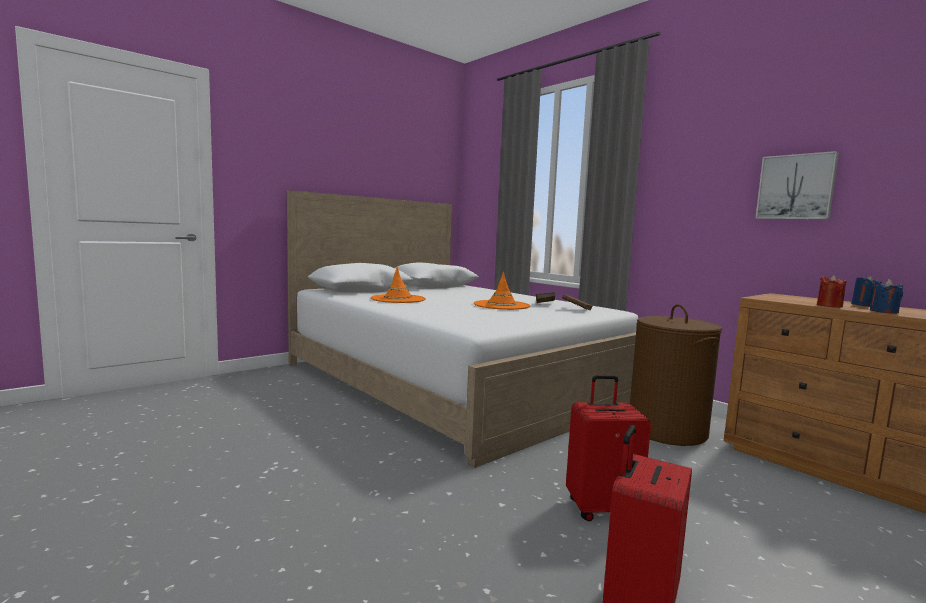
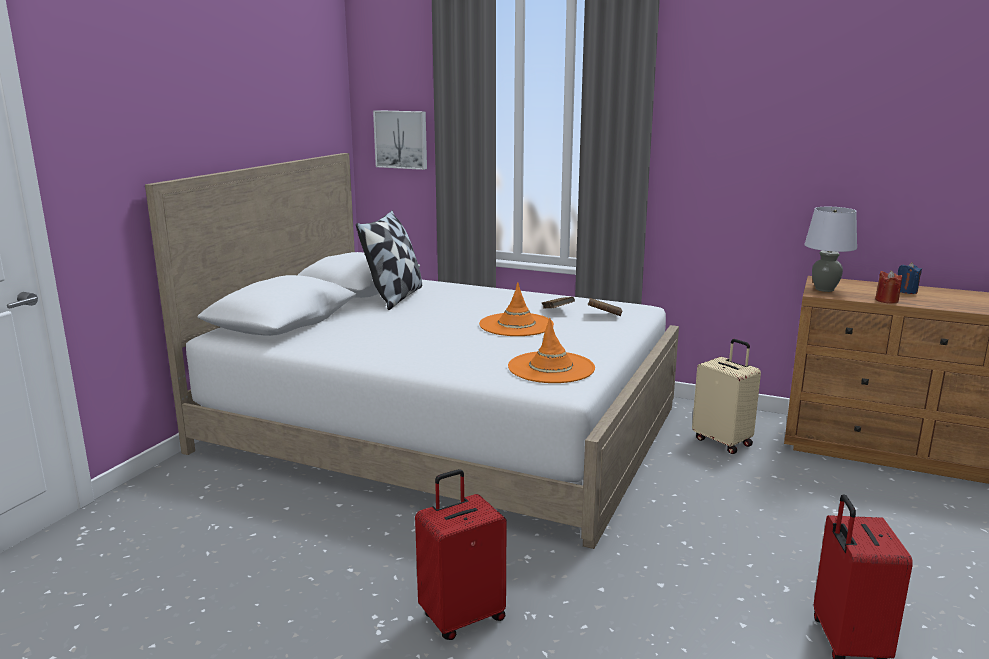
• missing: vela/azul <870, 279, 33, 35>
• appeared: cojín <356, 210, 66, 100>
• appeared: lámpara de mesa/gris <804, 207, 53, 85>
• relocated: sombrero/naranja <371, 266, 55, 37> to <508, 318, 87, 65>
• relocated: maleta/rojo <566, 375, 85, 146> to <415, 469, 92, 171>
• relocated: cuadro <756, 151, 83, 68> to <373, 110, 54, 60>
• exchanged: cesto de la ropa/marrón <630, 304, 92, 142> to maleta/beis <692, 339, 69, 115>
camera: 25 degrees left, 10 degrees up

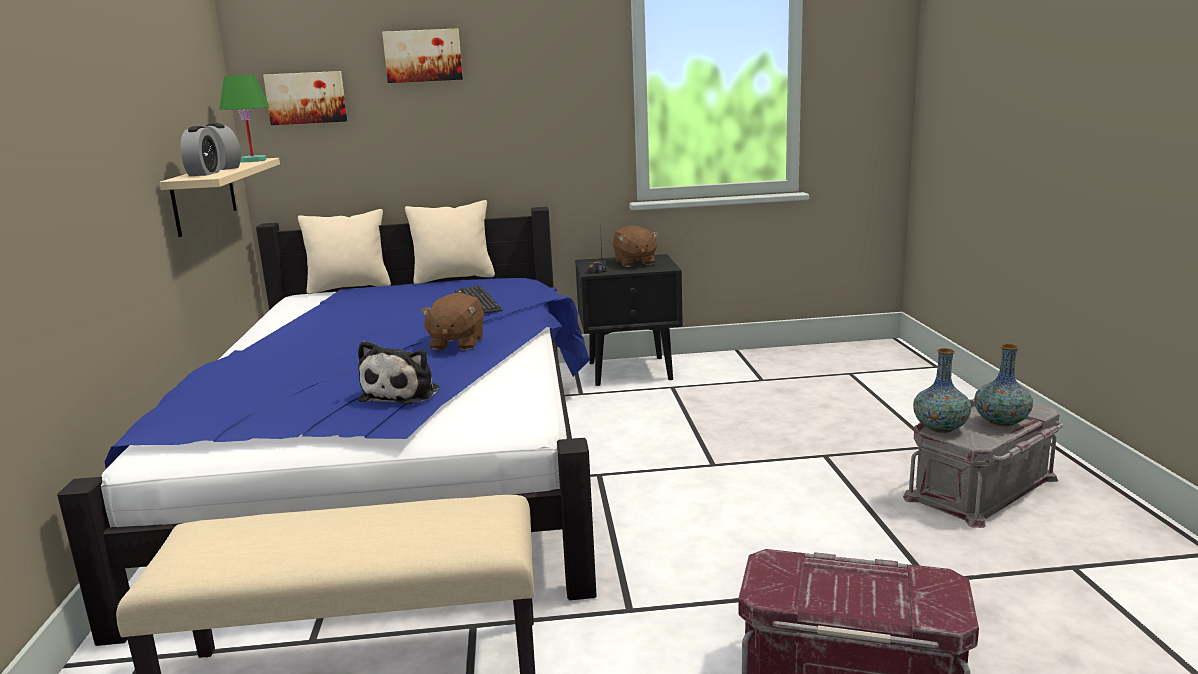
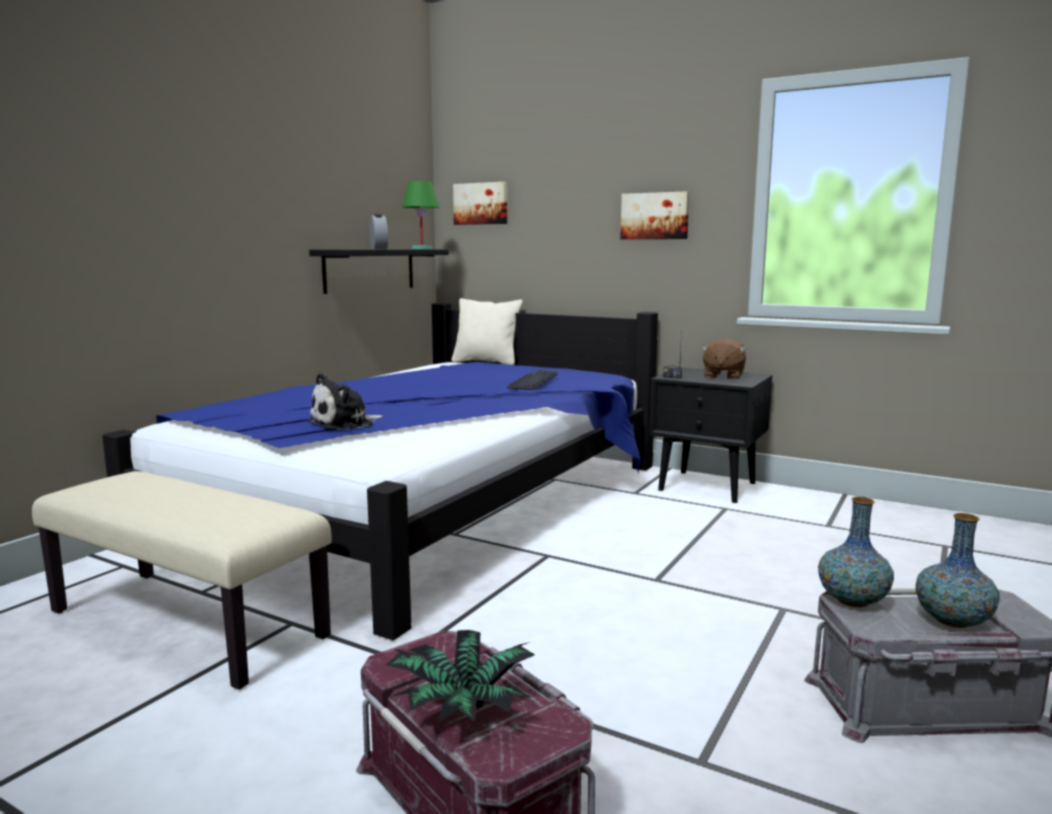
• missing: despertador <181, 126, 40, 50>
• missing: cojín/beis <405, 200, 90, 84>
• missing: peluche/marrón <420, 293, 64, 57>
• appeared: planta en maceta <386, 630, 149, 92>
• relocated: cuadro <382, 28, 81, 55> to <621, 191, 68, 48>
• colour: estante/beis <160, 158, 120, 79> to estante/negro <309, 249, 140, 45>
camera: 35 degrees right, 5 degrees down

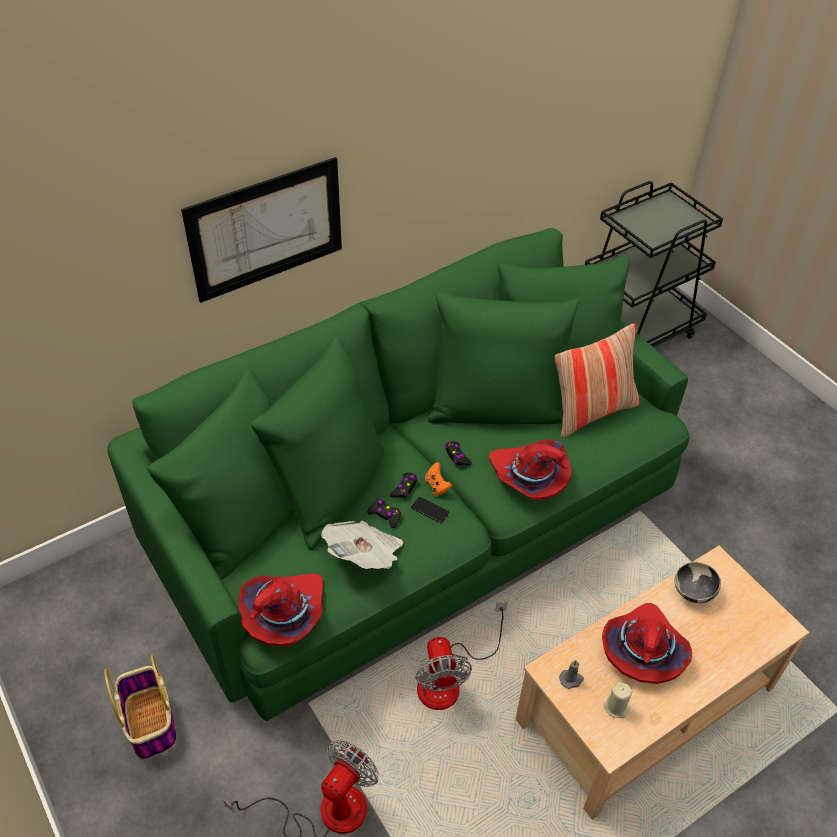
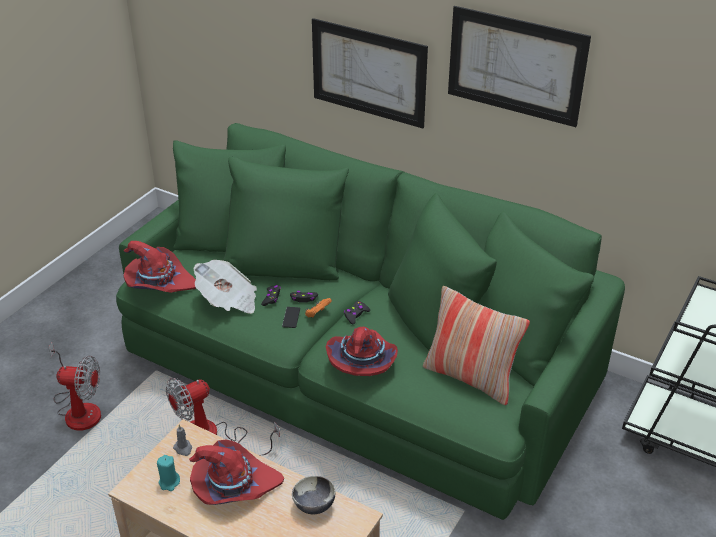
• missing: cesta <104, 655, 73, 105>
• appeared: cuadro <448, 6, 143, 121>
• colour: vela/beis <604, 682, 29, 36> to vela/turquesa <157, 455, 23, 36>
camera: 65 degrees right, 10 degrees down

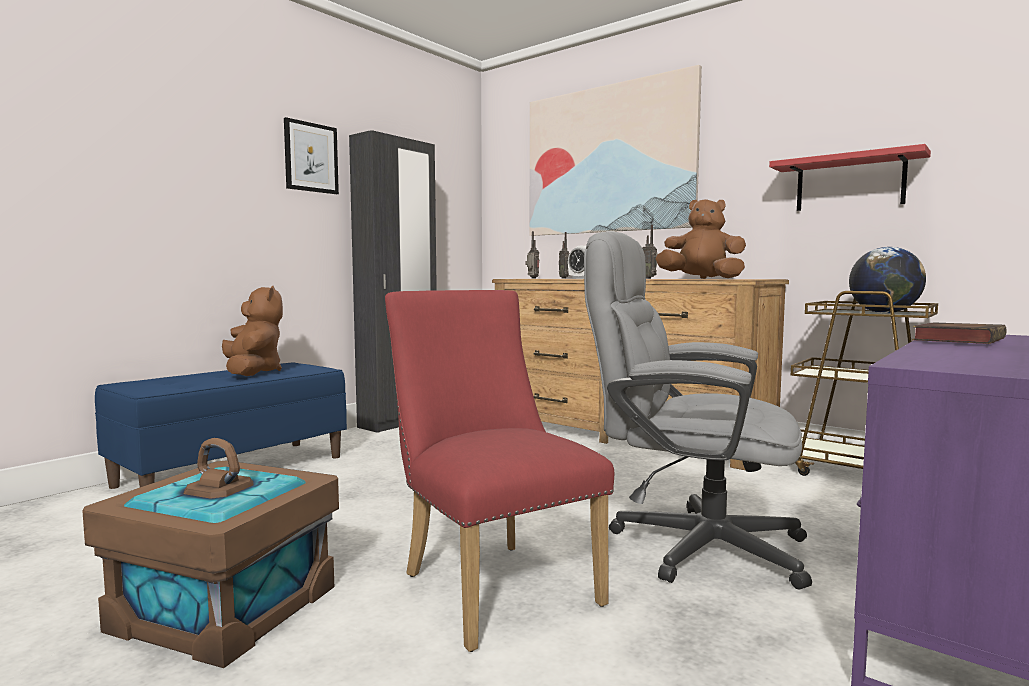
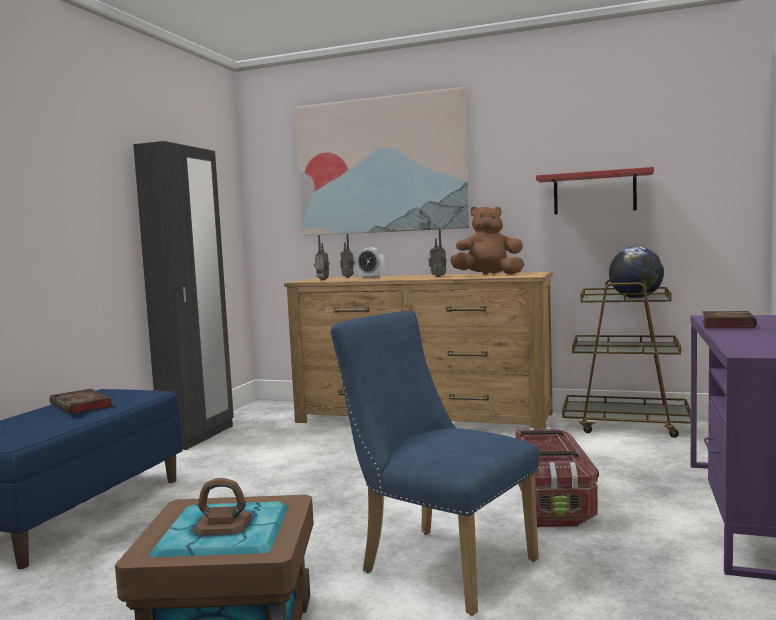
• missing: cuadro <284, 117, 55, 77>
• exchanged: peluche/marrón <222, 286, 61, 90> to libro <50, 389, 63, 26>
• exchanged: silla de oficina/gris <584, 231, 228, 359> to caja de almacenaje <515, 427, 84, 100>
• colour: silla/rojo <385, 290, 229, 362> to silla/azul <330, 311, 209, 305>
camera: 20 degrees left, 0 degrees up

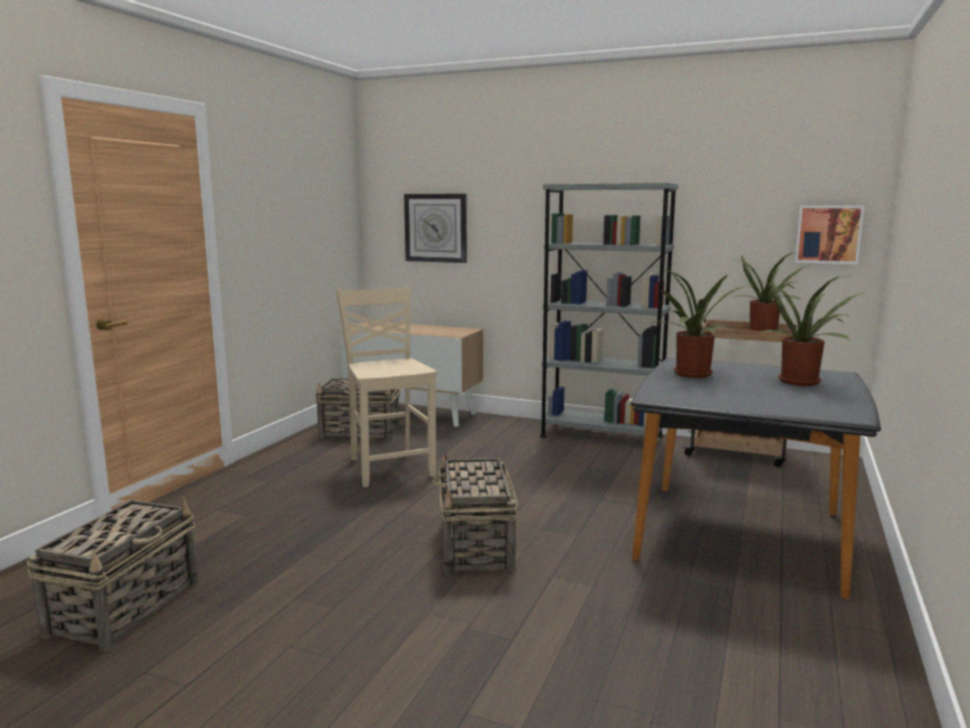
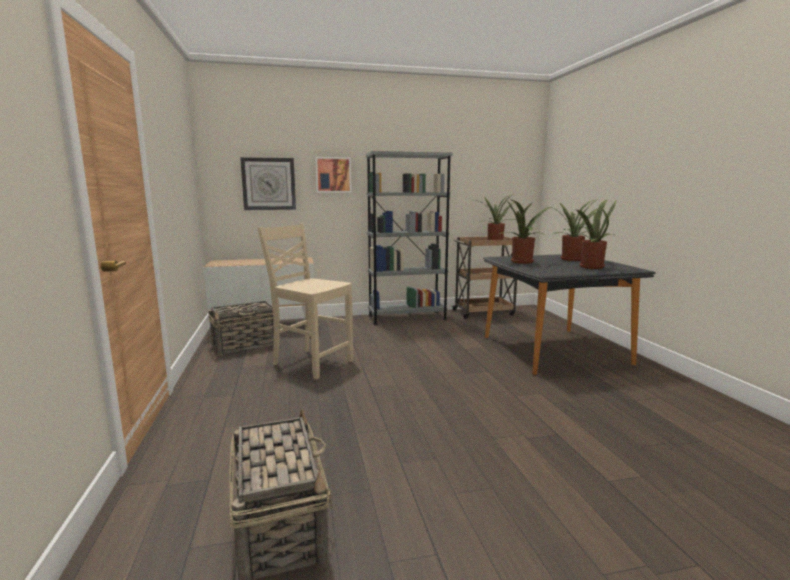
• missing: cesta <433, 453, 85, 122>
• appeared: planta en maceta <571, 199, 46, 70>
• relocated: cuadro <795, 206, 69, 58> to <315, 157, 37, 36>
camera: 35 degrees left, 0 degrees up

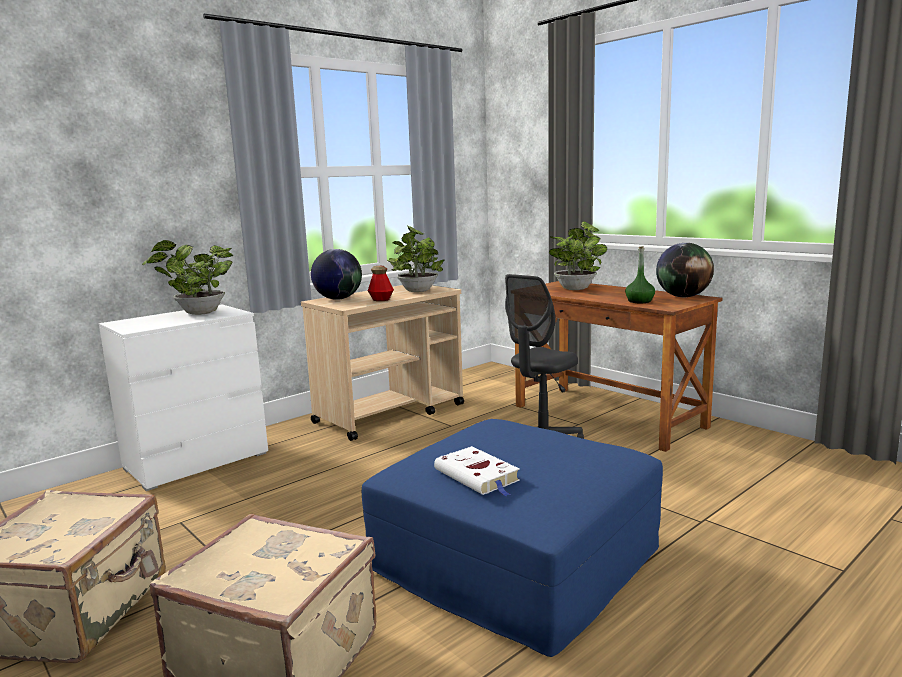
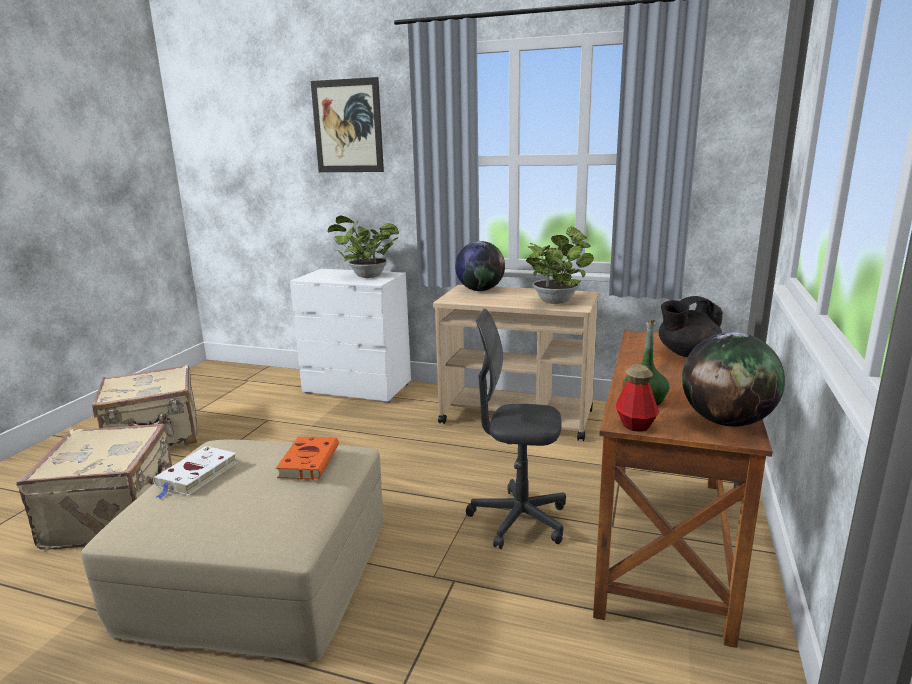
• appeared: libro/naranja <276, 437, 63, 43>
• appeared: cuadro <311, 77, 73, 95>
• relocated: botella <368, 266, 26, 35> to <616, 364, 43, 68>
• exchanged: planta en maceta <549, 221, 58, 69> to tetera/negro <659, 296, 64, 61>
• colour: puf/azul <362, 419, 301, 238> to puf/beis <81, 439, 302, 223>
camera: 60 degrees right, 5 degrees up

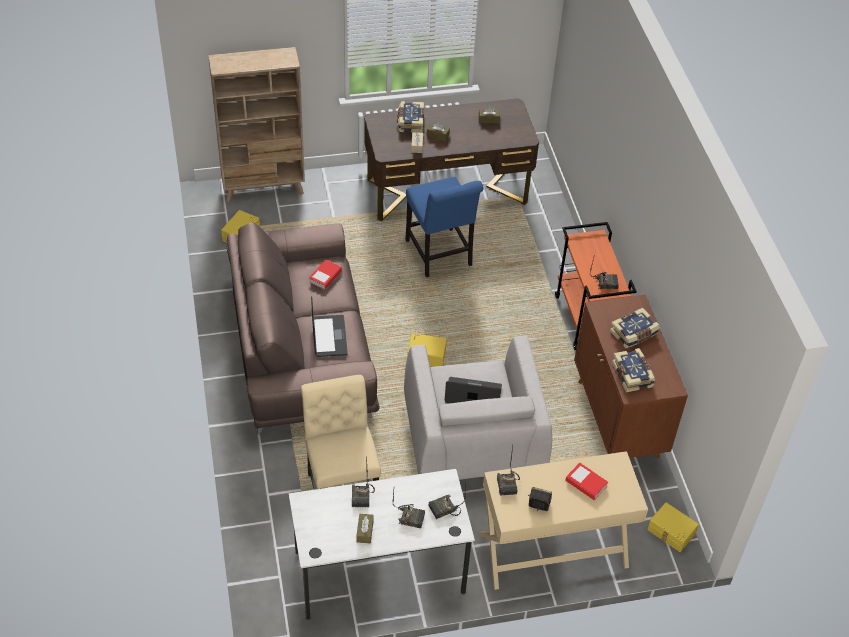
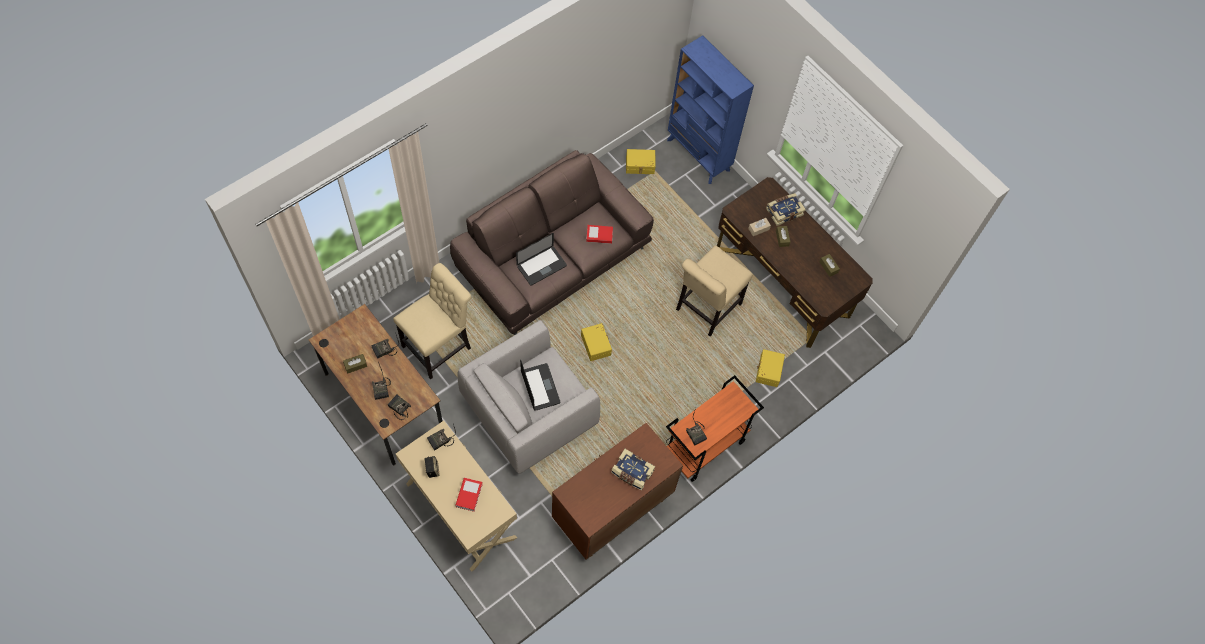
• missing: libro <612, 348, 43, 44>
• relocated: caja de almacenaje/amarillo <647, 502, 52, 50> to <756, 349, 29, 38>
• colour: estantería/beis <208, 47, 97, 156> to estantería/azul <667, 35, 87, 149>
• colour: escritorio/blanco <289, 469, 186, 151> to escritorio/marrón <309, 304, 134, 161>
• colour: silla/azul <405, 177, 79, 101> to silla/beis <676, 245, 77, 91>
camera: 60 degrees right, 15 degrees up

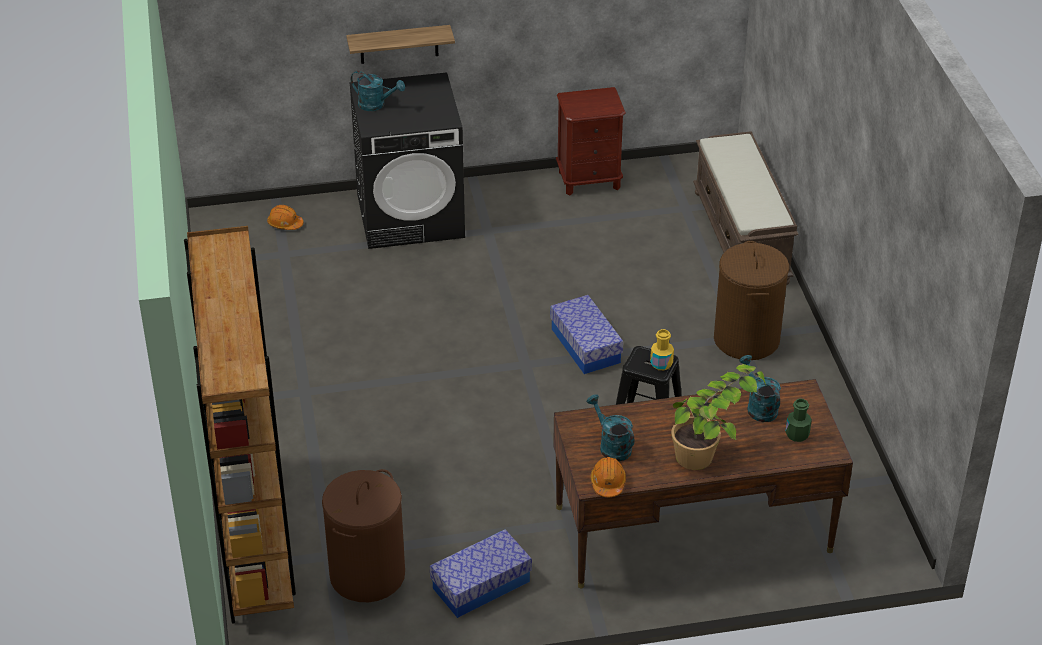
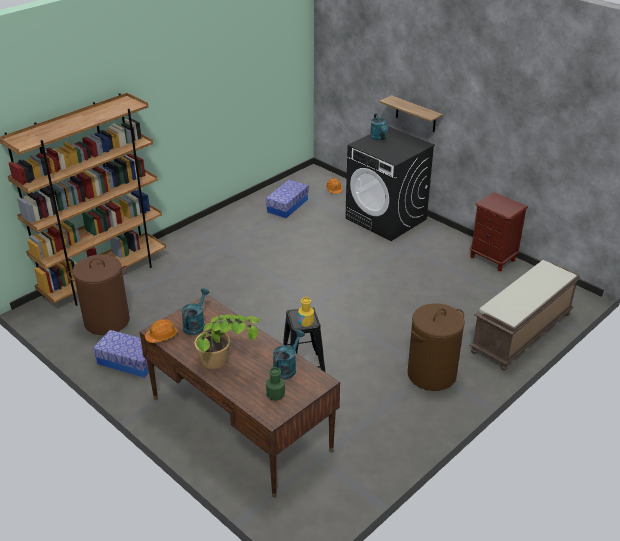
• relocated: caja de almacenaje <550, 295, 73, 79> to <266, 180, 43, 38>
camera: 55 degrees right, 5 degrees down

